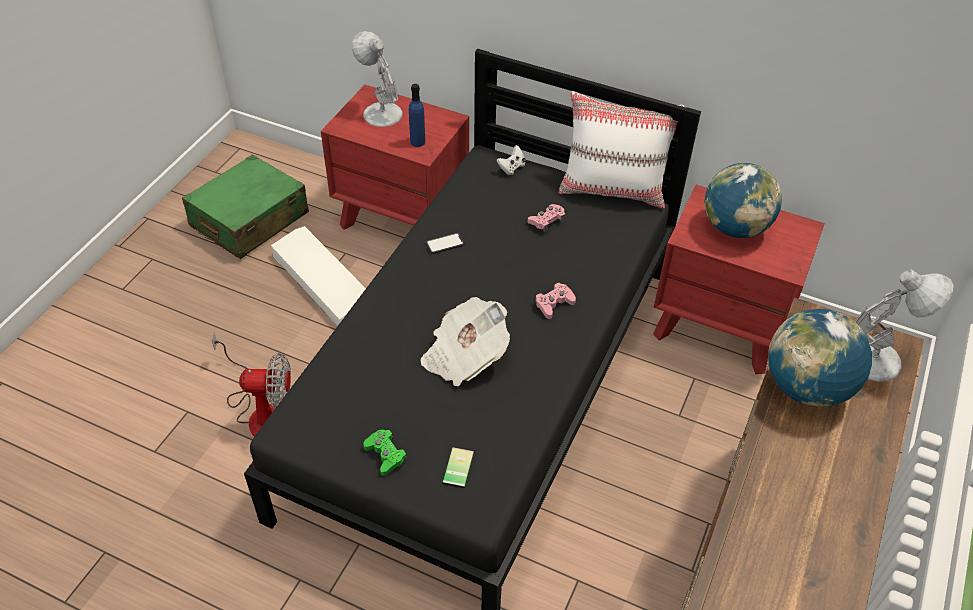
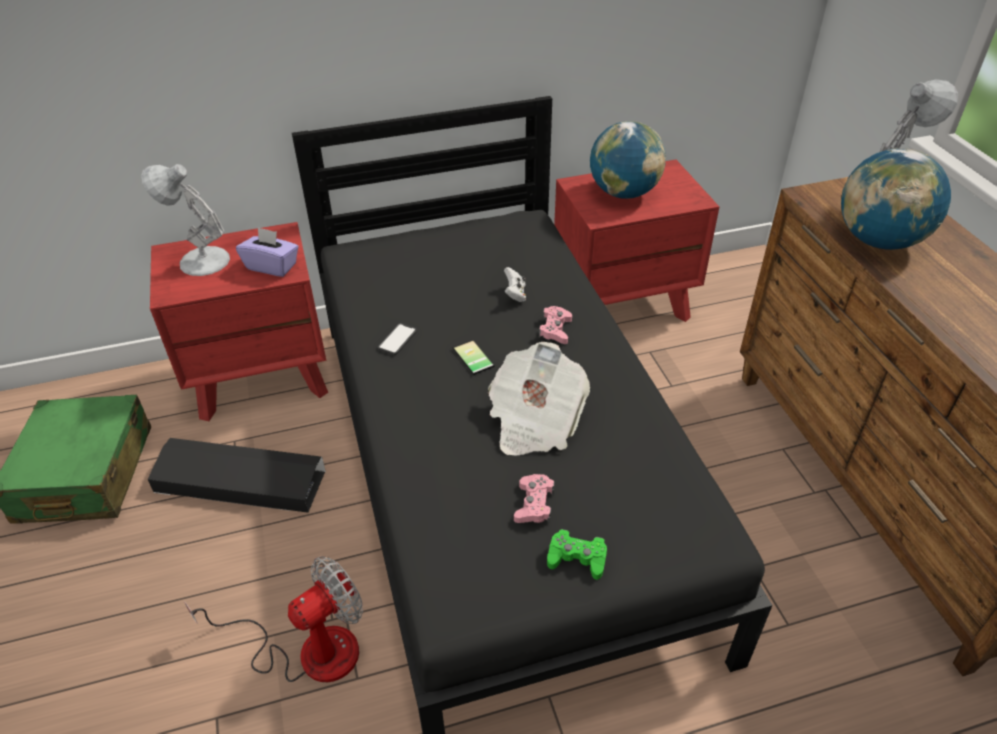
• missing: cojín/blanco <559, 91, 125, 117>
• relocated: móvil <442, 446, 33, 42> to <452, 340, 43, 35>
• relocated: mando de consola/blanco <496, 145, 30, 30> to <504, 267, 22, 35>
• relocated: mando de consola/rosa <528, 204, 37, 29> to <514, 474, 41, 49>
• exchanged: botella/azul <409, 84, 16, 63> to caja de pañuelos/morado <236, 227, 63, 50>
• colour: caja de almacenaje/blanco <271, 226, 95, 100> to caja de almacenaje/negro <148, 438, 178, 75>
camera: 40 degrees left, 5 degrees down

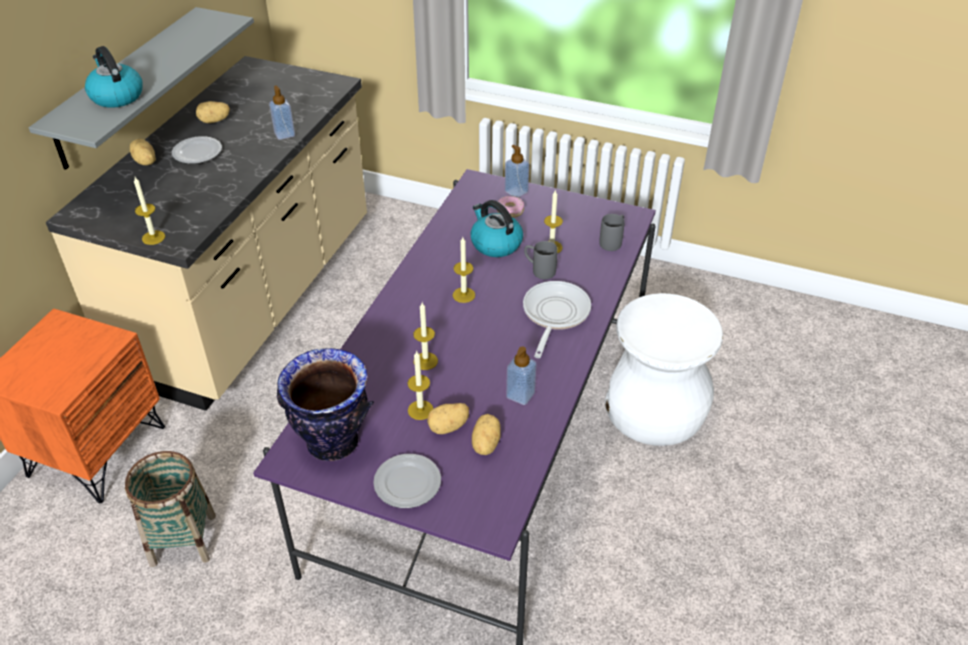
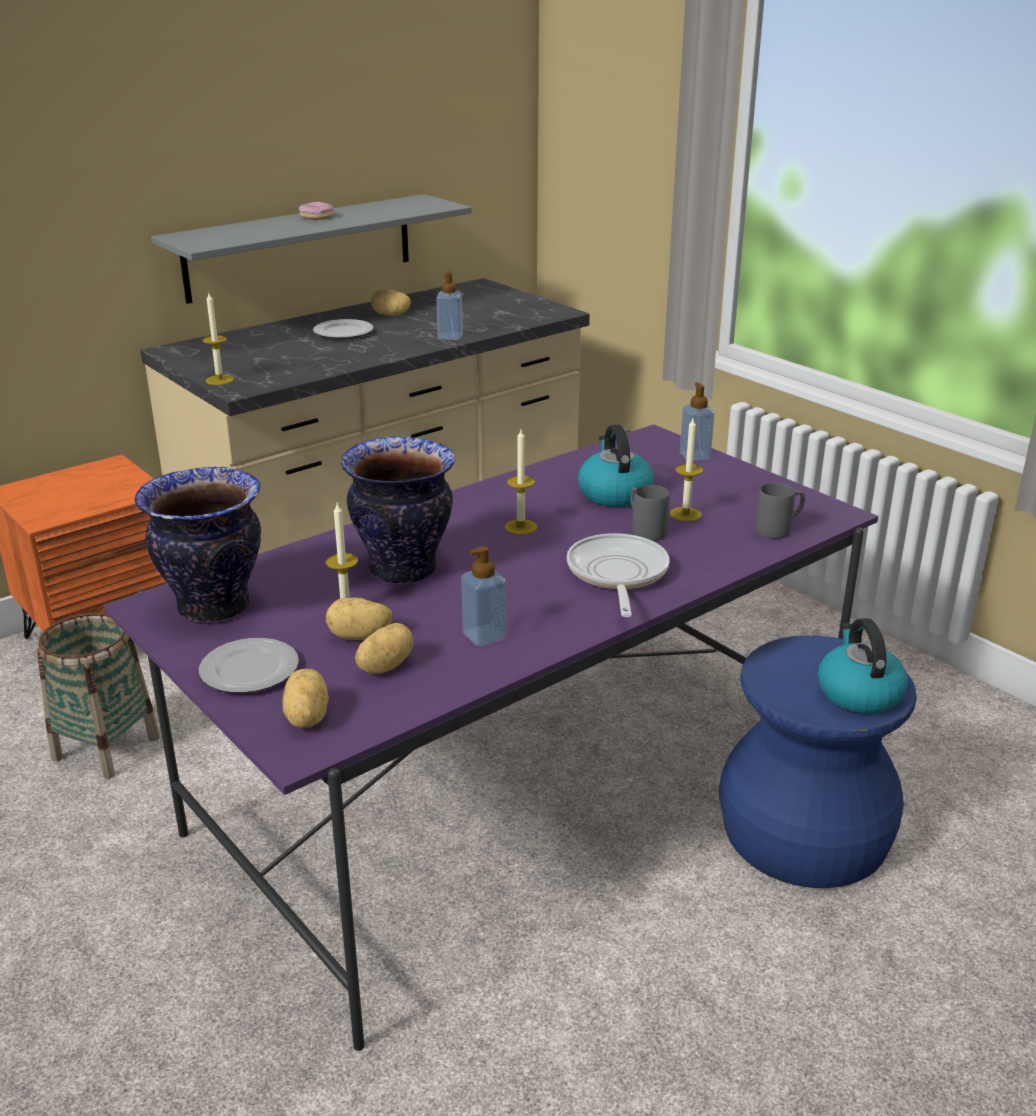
• relocated: hervidor <85, 46, 58, 62> to <818, 618, 90, 96>
• relocated: patata <130, 139, 26, 27> to <283, 669, 46, 59>
• relocated: rosquilla <497, 196, 27, 22> to <299, 202, 34, 18>
• exchanged: vela <413, 303, 25, 67> to florero <341, 436, 114, 148>
• colour: taburete/blanco <605, 293, 118, 153> to taburete/azul <719, 635, 197, 253>
• spun: sartén <523, 281, 68, 77> = <567, 533, 102, 84> 45 degrees counterclockwise
camera: 30 degrees right, 15 degrees down

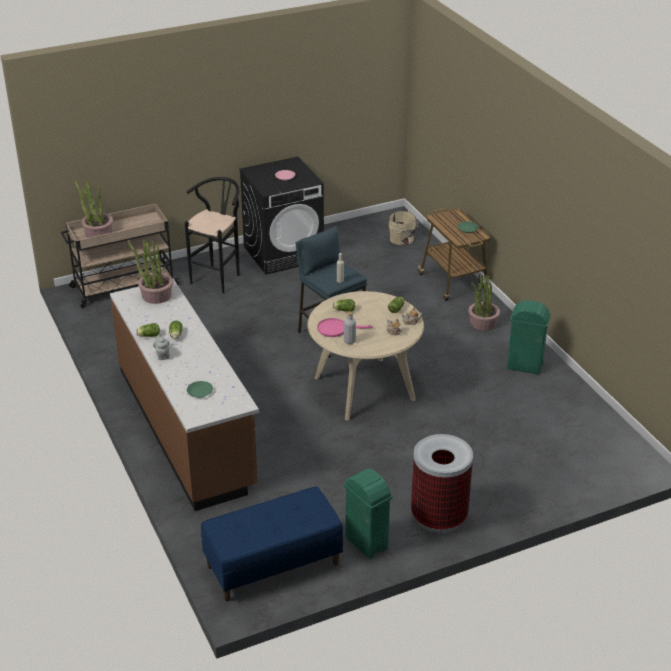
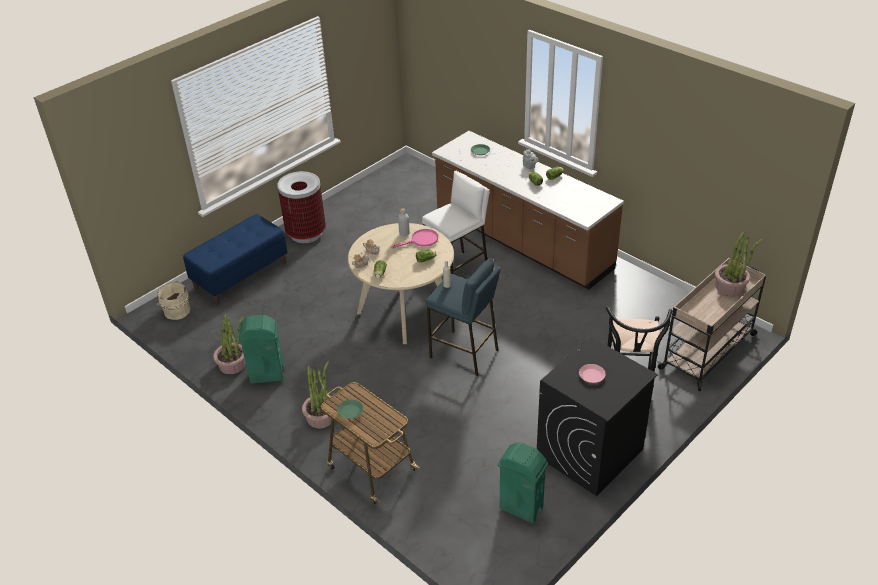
• appeared: taburete/blanco <422, 171, 68, 103>
• relocated: planta en maceta <128, 239, 45, 65> to <213, 313, 33, 61>
• relocated: banco/azul <201, 486, 142, 116> to <183, 214, 104, 91>
• relocated: papelera/verde <344, 469, 48, 90> to <498, 442, 50, 81>
• relocated: cubo/beis <389, 211, 29, 34> to <157, 281, 33, 39>
camera: 160 degrees right, 5 degrees up

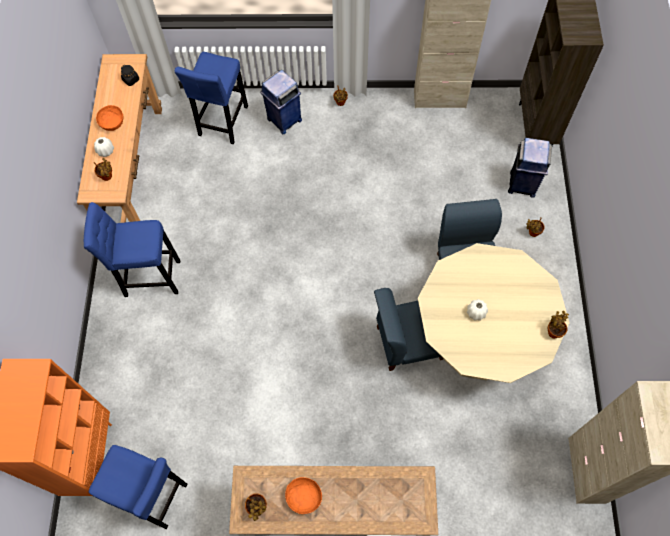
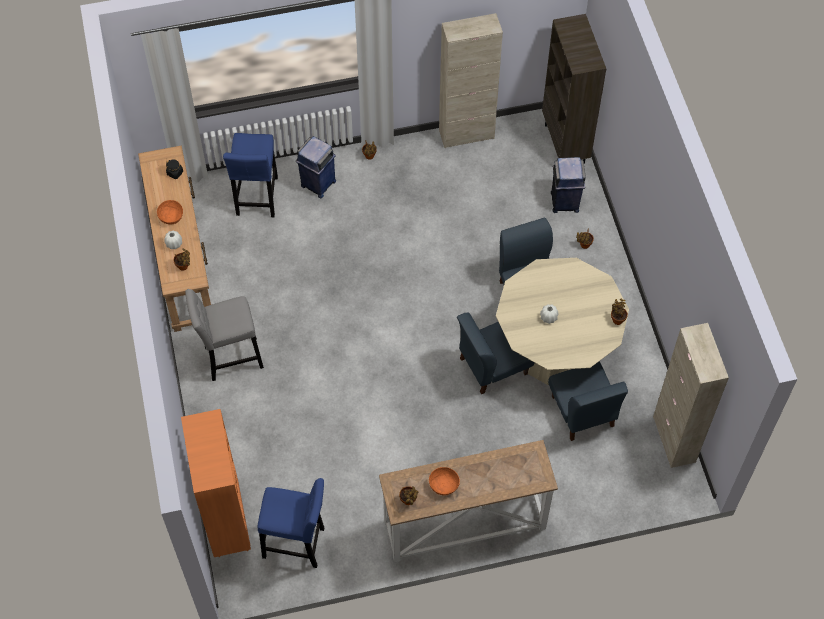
• appeared: silla/azul <548, 362, 80, 79>
• colour: taburete/azul <84, 202, 96, 95> to taburete/gris <185, 289, 79, 92>
camera: 15 degrees left, 5 degrees down

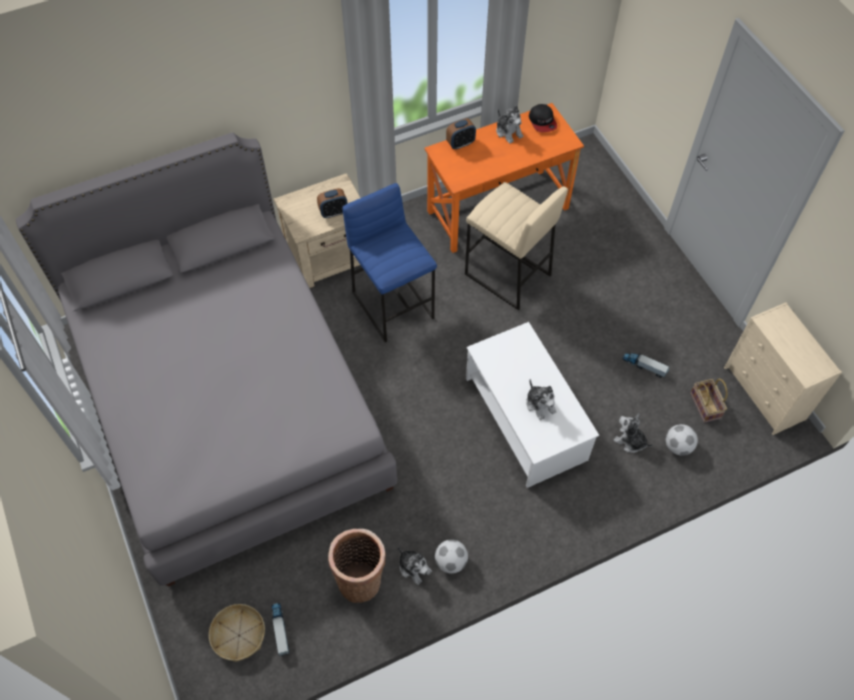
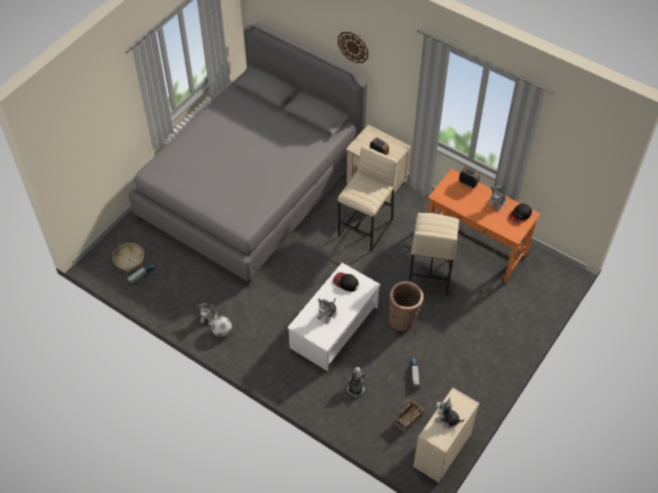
• missing: balón de fútbol <666, 424, 32, 32>
• appeared: gorra <333, 272, 26, 20>
• appeared: reloj de pared <338, 32, 30, 31>
• appeared: peluche <435, 398, 29, 30>
• relocated: cesta <328, 529, 58, 74> to <389, 281, 34, 50>
• colour: taburete/azul <342, 183, 95, 160> to taburete/beis <338, 146, 60, 106>
camera: 60 degrees right, 5 degrees down

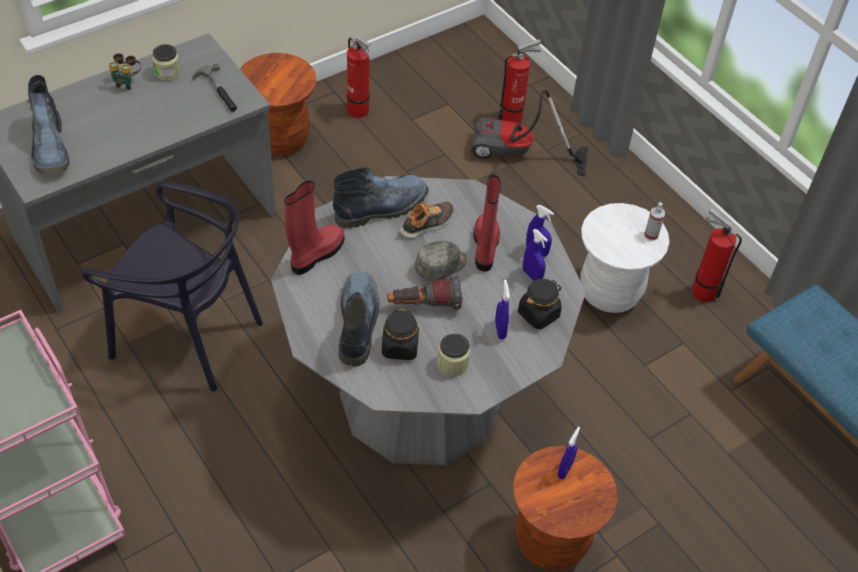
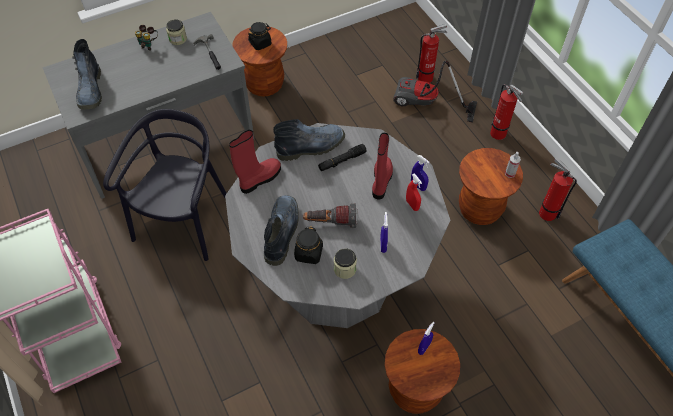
• missing: gorra/gris <415, 241, 52, 41>
• relocated: extintor <347, 36, 25, 82> to <490, 84, 33, 56>
• relocated: tarro/negro <518, 279, 44, 50> to <248, 22, 23, 28>
• exchanged: zapato <400, 202, 54, 37> to linterna/negro <318, 144, 49, 27>
• colour: pulverizador/azul <523, 229, 25, 52> to pulverizador/rojo <406, 174, 16, 37>
• colour: taburete/blanco <580, 203, 89, 110> to taburete/marrón <459, 148, 64, 77>
• spun: silla/negro <82, 181, 181, 210> = <103, 109, 124, 152> 105 degrees counterclockwise
camera: 10 degrees right, 5 degrees up

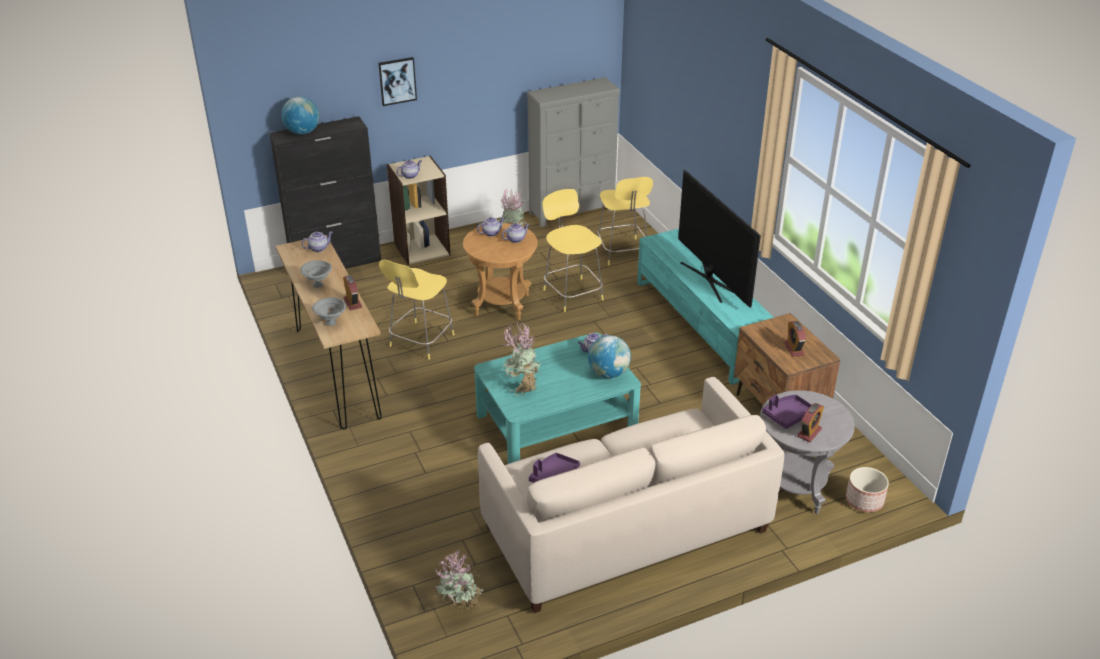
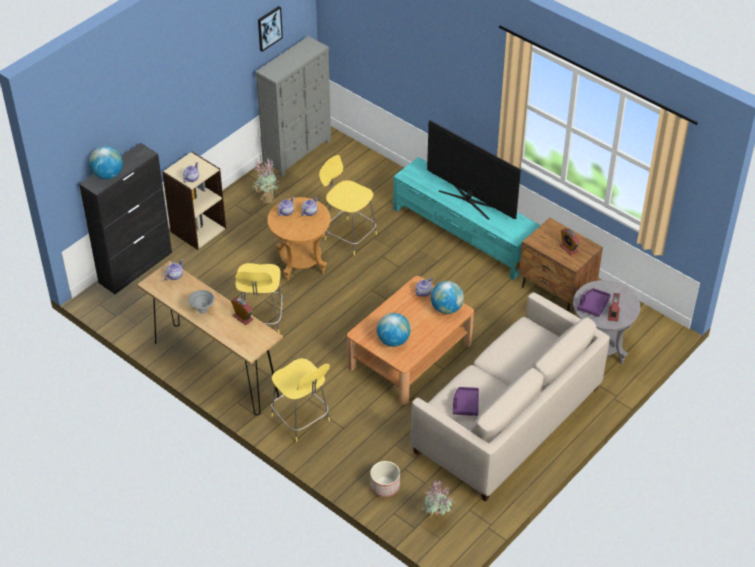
• missing: cuenco/gris <312, 297, 34, 29>
• relocated: cuadro <378, 57, 39, 49> to <258, 6, 25, 46>
• relocated: taburete/amarillo <598, 177, 55, 89> to <271, 358, 59, 84>
• relocated: maceta <846, 467, 43, 45> to <370, 461, 30, 36>
• exchanged: planta en maceta <503, 323, 38, 73> to globo terráqueo <377, 313, 34, 34>
• colour: mesa de centro/turquesa <474, 333, 167, 131> to mesa de centro/marrón <347, 276, 127, 129>
camera: 25 degrees left, 10 degrees up

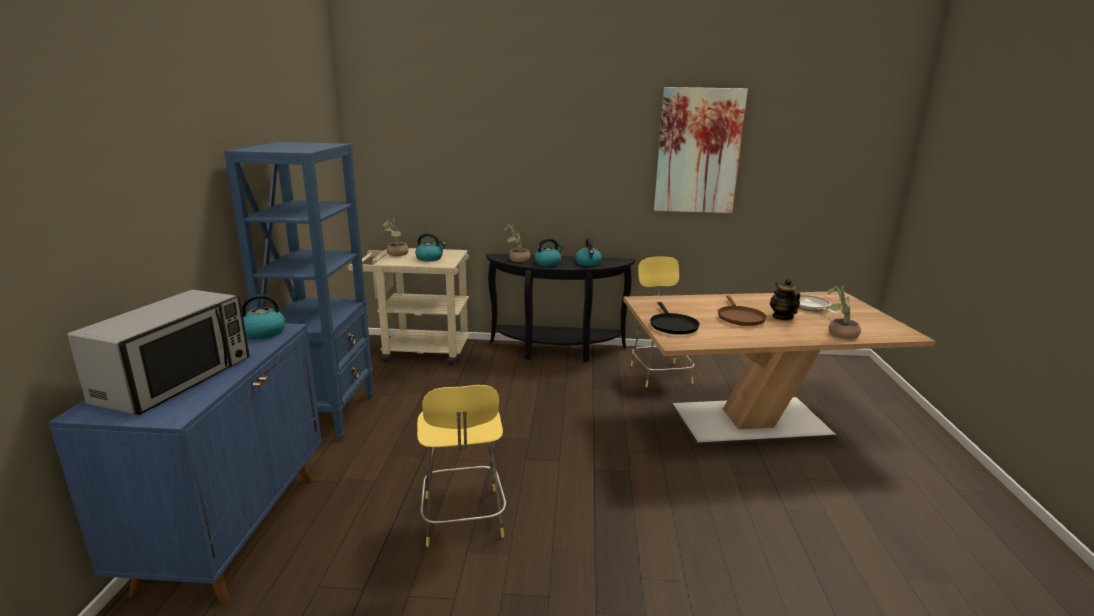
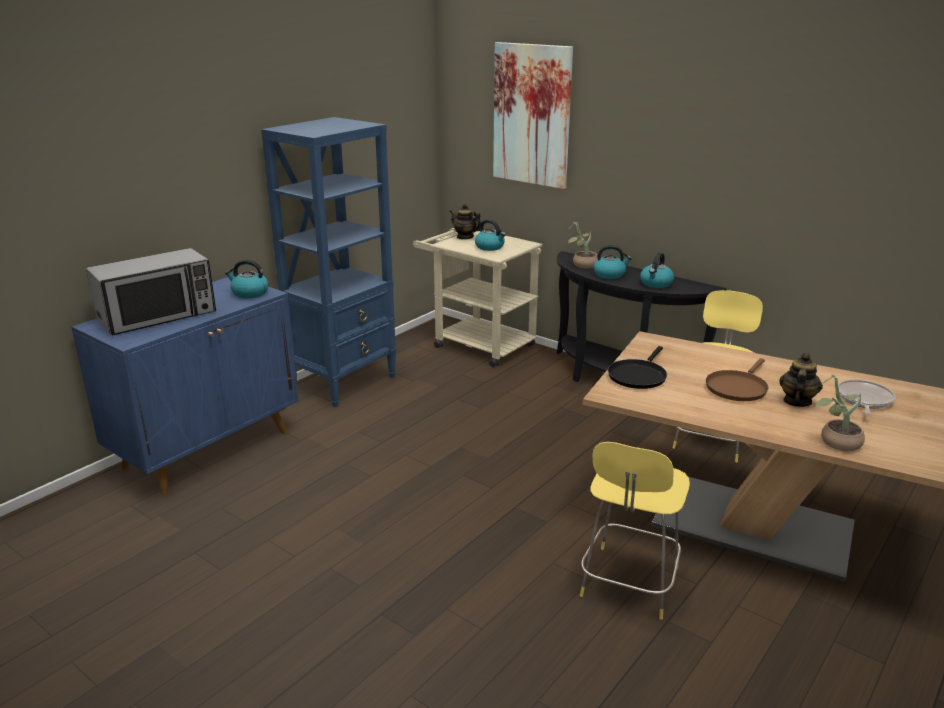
• relocated: taburete/amarillo <417, 385, 89, 162> to <580, 442, 110, 178>
• relocated: cuadro <654, 87, 94, 126> to <493, 42, 80, 147>
• exchanged: planta en maceta <383, 218, 26, 38> to tetera <450, 204, 31, 36>
camera: 35 degrees right, 5 degrees up

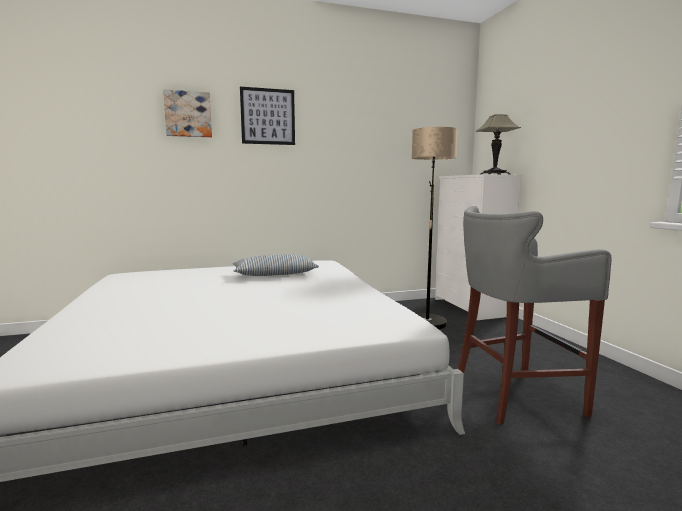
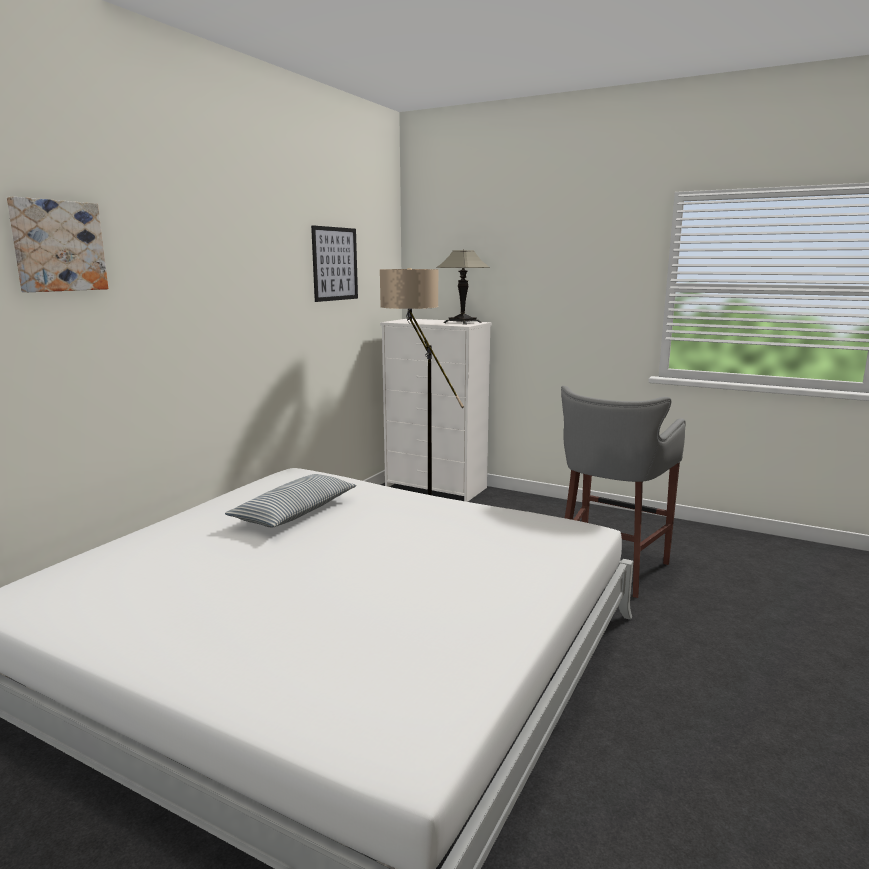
• relocated: cuadro <240, 87, 55, 58> to <311, 225, 47, 77>
camera: 45 degrees left, 5 degrees up

